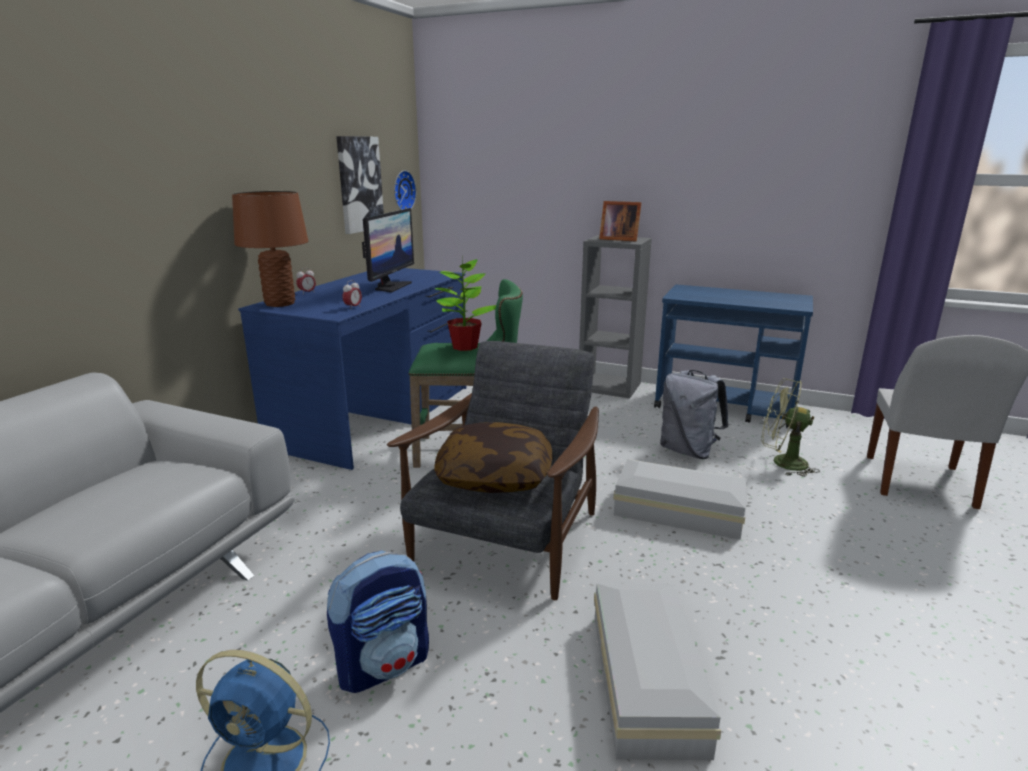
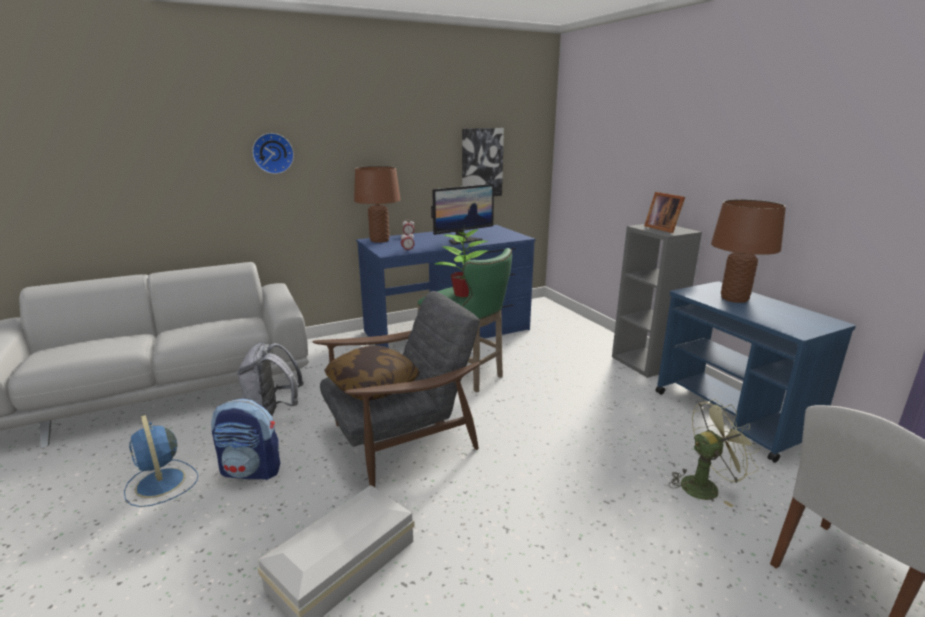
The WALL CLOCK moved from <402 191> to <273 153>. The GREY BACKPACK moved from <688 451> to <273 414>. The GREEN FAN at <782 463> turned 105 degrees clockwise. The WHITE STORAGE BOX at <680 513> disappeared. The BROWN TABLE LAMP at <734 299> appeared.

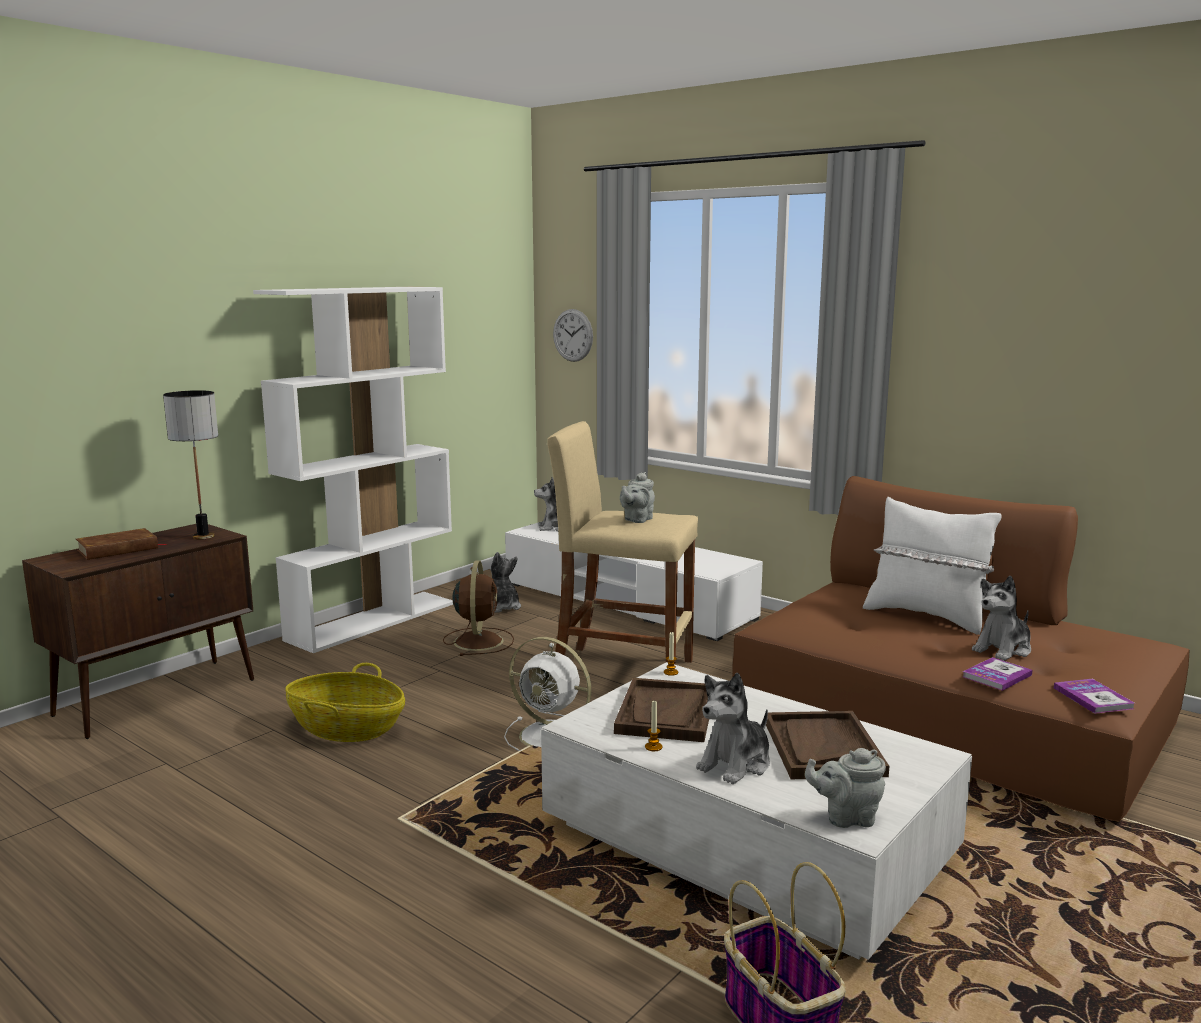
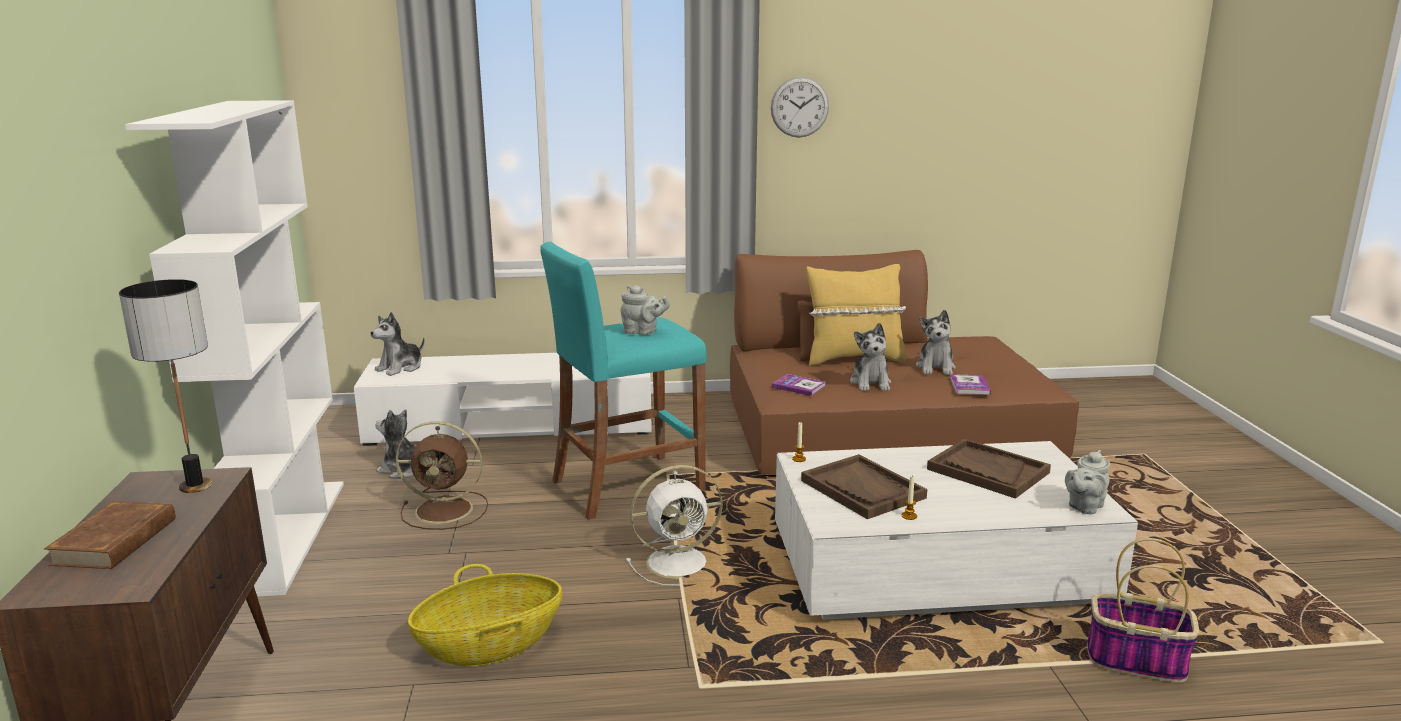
The WALL CLOCK moved from <573 335> to <799 107>. The BEIGE STOOL at <622 671> became the TURQUOISE STOOL at <627 486>. The GREY TEAPOT at <637 520> turned 60 degrees counterclockwise. The WHITE PILLOW at <926 616> became the YELLOW PILLOW at <853 359>. The BROWN FAN at <478 641> turned 135 degrees clockwise. The PLUSH TOY moved from <736 764> to <871 383>. The BOOK moved from <1093 698> to <798 386>.

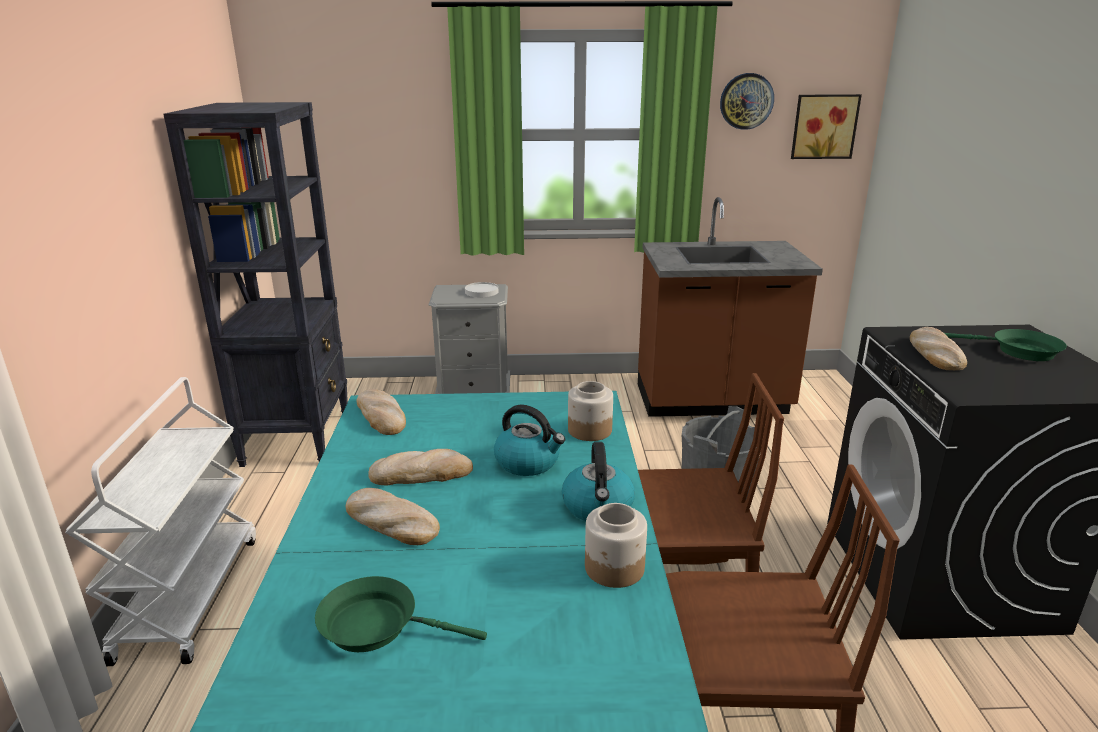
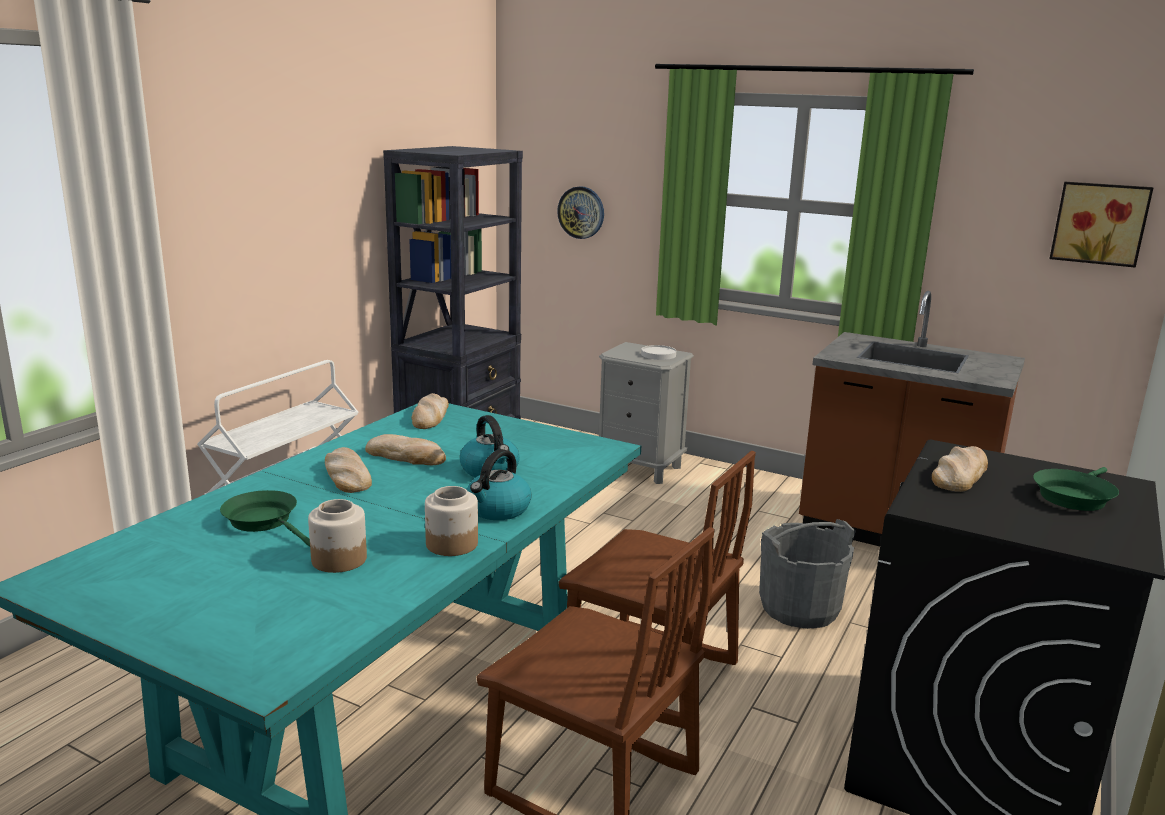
The WALL CLOCK moved from <746 101> to <581 212>. The GREEN FRYING PAN at <1019 351> turned 75 degrees clockwise. The JAR moved from <589 430> to <338 559>.

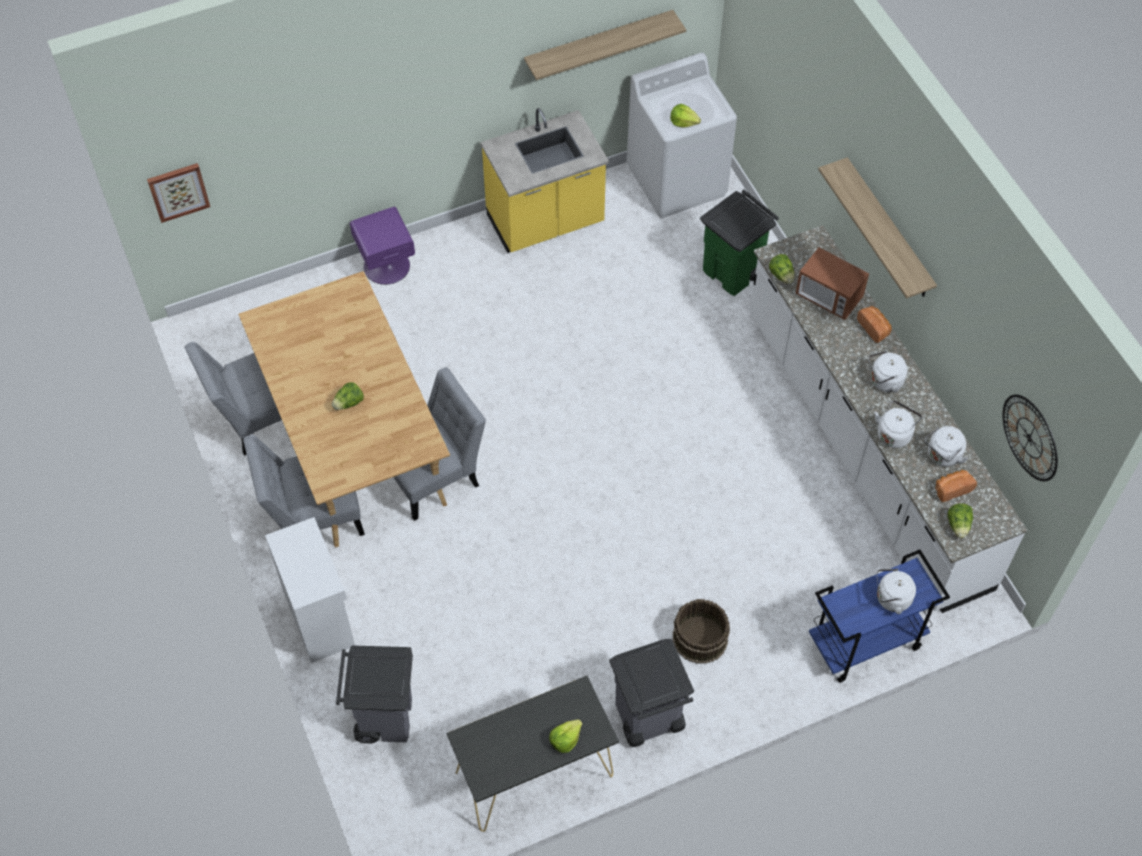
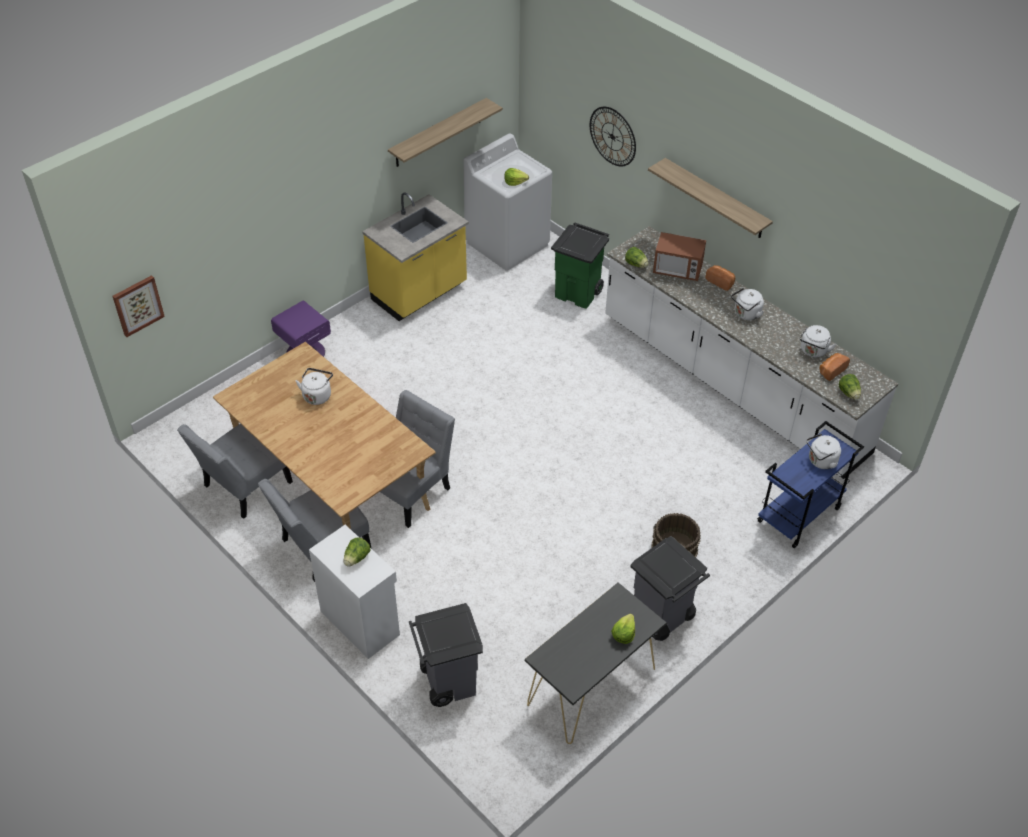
The LETTUCE moved from <349 403> to <356 558>. The WALL CLOCK moved from <1029 437> to <612 136>. The WHITE KETTLE moved from <894 433> to <317 395>.

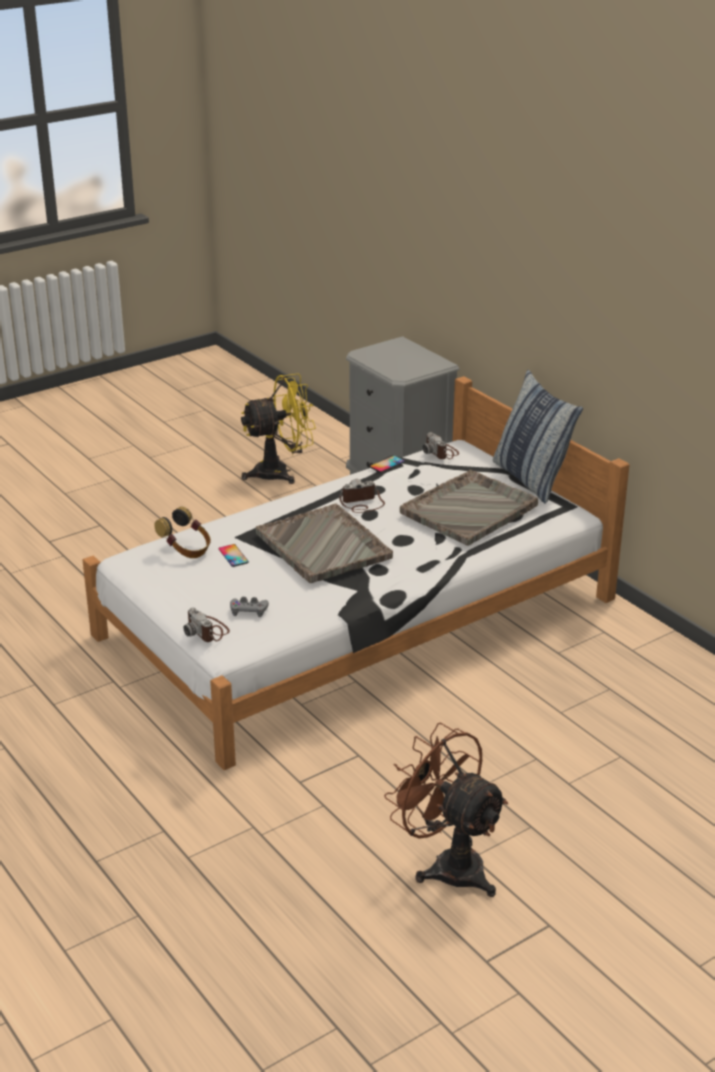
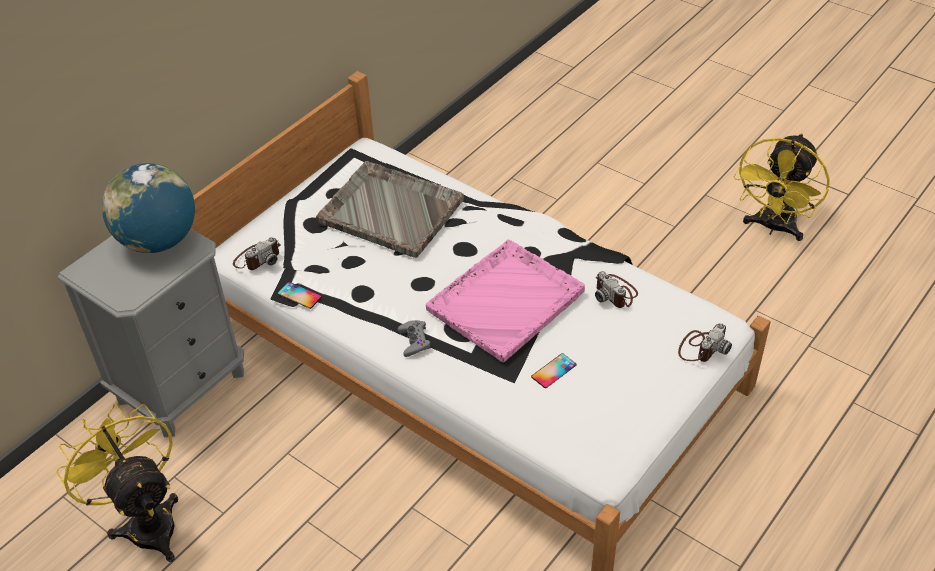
The PILLOW at <531 479> disappeared. The PHOTO CAMERA moved from <362 504> to <615 293>. The GREY TRAY at <323 546> became the PINK TRAY at <507 300>. The HEADPHONES at <186 550> disappeared. The GREY GAME CONTROLLER moved from <249 610> to <414 341>. The BROWN FAN at <448 865> became the YELLOW FAN at <773 227>. The GLOBE at <159 241> appeared.

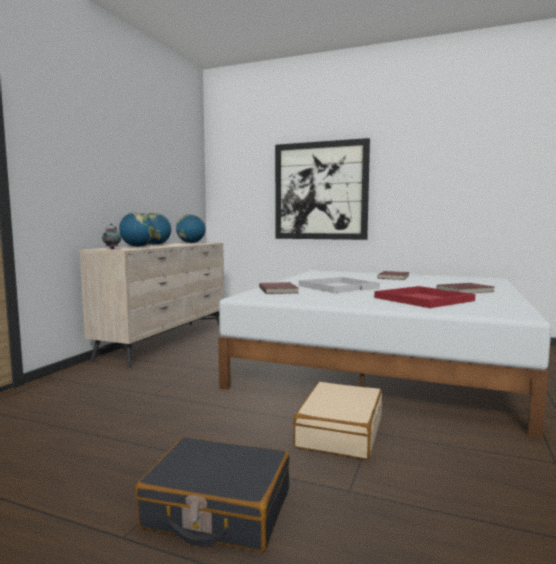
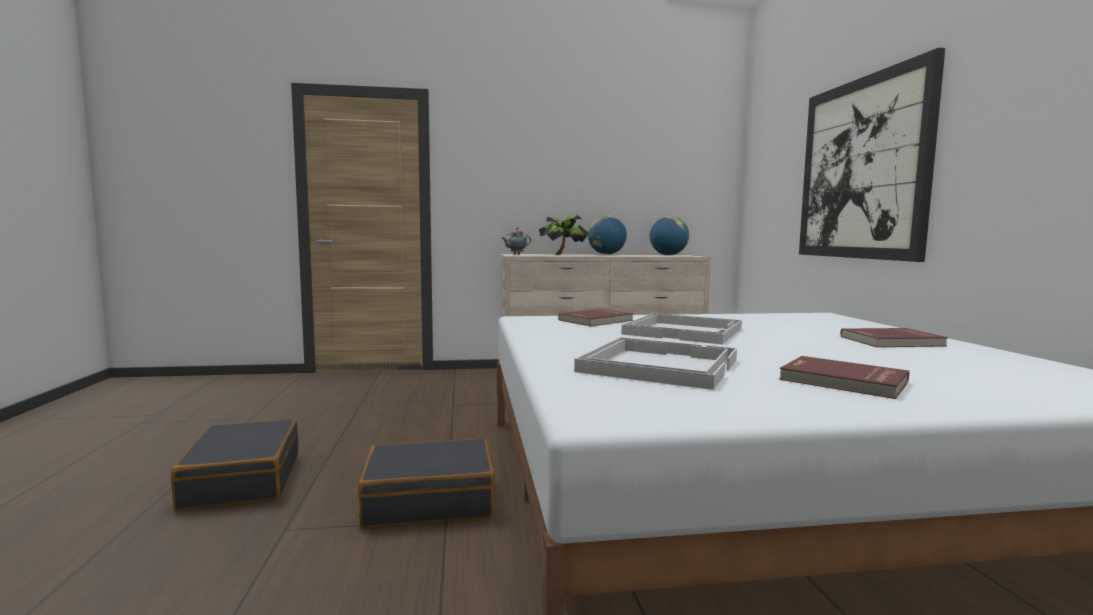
The GLOBE at <138 246> was replaced by the POTTED PLANT at <564 254>. The RED TRAY at <422 299> became the WHITE TRAY at <658 365>. The BEIGE SUITCASE at <339 432> became the BLACK SUITCASE at <429 500>.

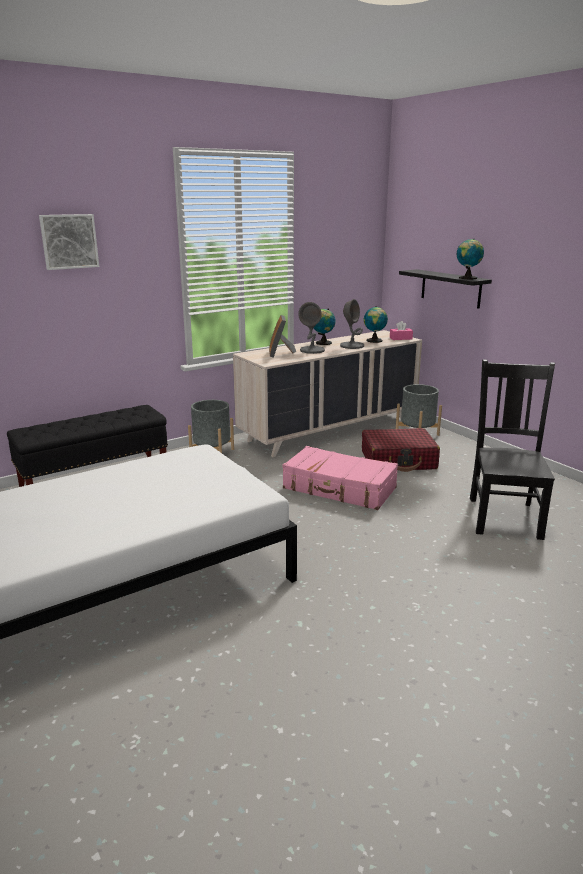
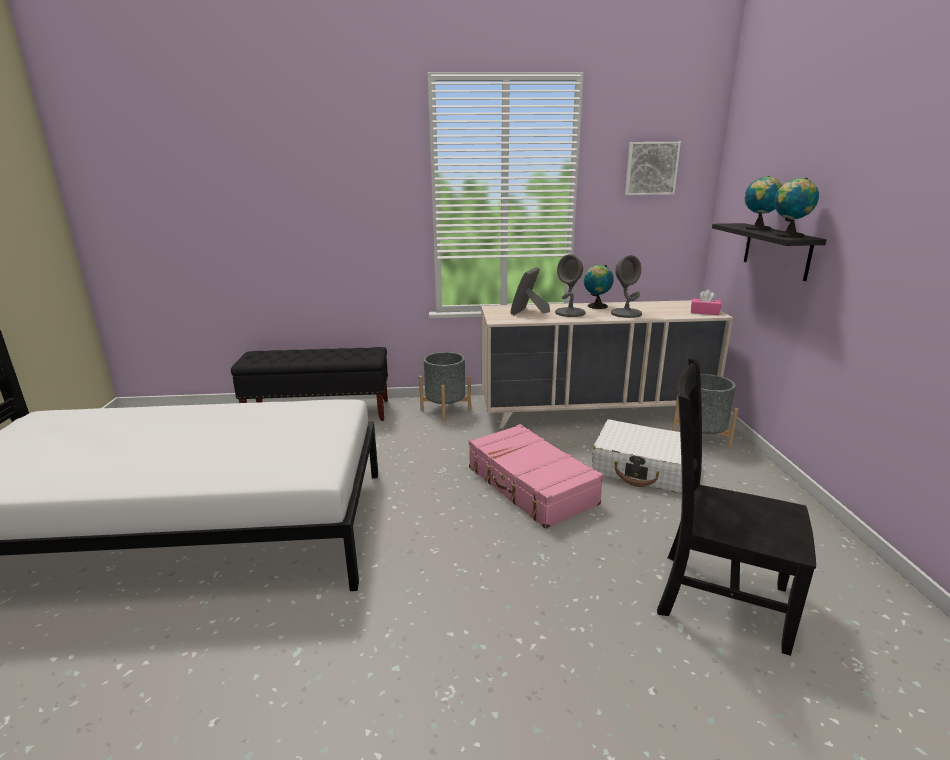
The PICTURE moved from <69 241> to <651 168>. The GLOBE moved from <374 341> to <758 229>. The BLACK CHAIR at <504 516> turned 105 degrees counterclockwise. The RED SUITCASE at <398 460> became the WHITE SUITCASE at <641 468>.

